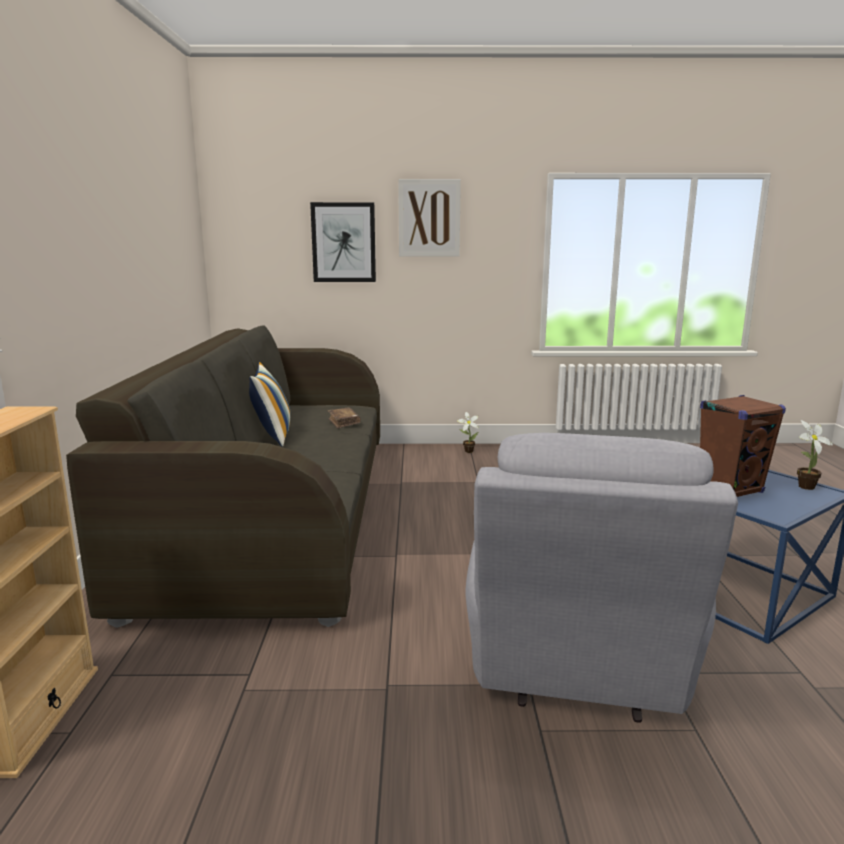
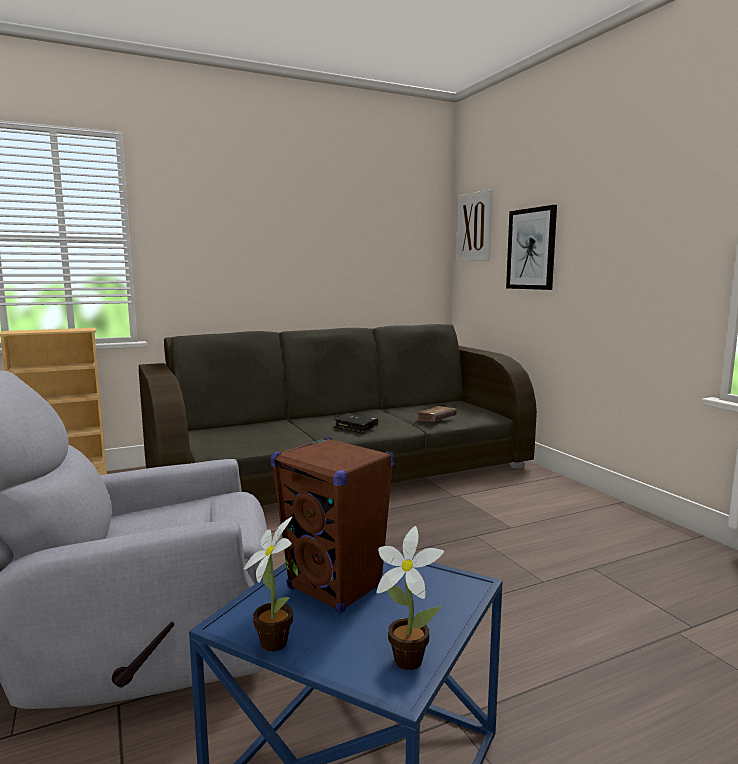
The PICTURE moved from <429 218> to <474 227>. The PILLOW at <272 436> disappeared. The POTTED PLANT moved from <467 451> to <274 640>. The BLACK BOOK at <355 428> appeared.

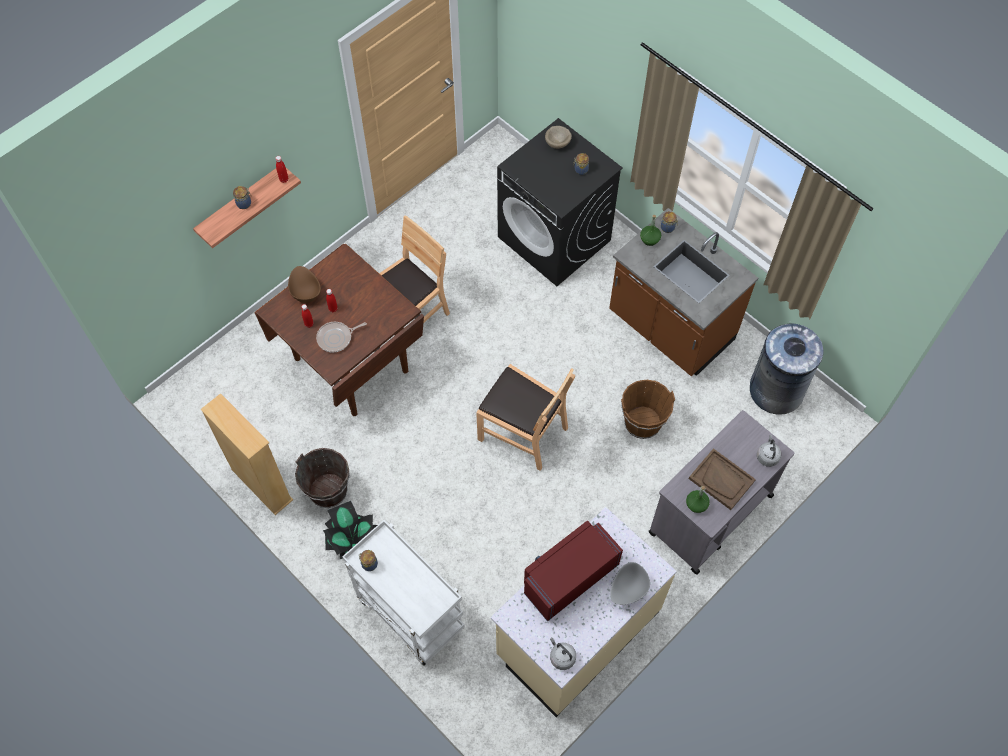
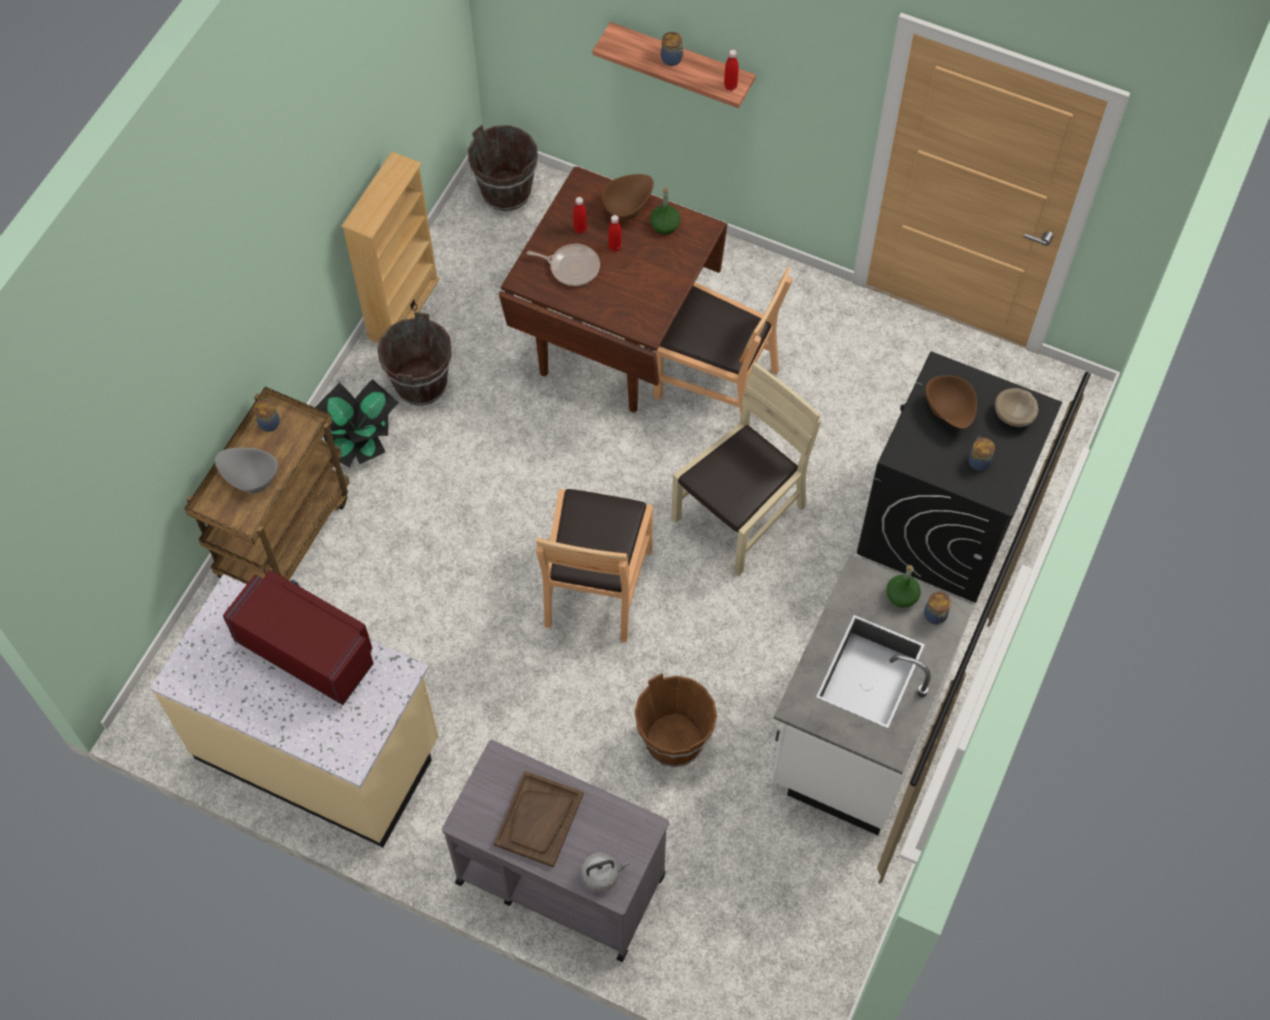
The BROWN COUNTER at <670 328> became the WHITE COUNTER at <854 733>. The GREY TRASH CAN at <775 390> disappeared. The FRYING PAN at <336 338> turned 150 degrees clockwise. The GREEN BOTTLE moved from <696 504> to <664 225>. The WHITE CART at <408 612> became the BROWN CART at <284 535>. The GREY BOWL moved from <628 590> to <250 479>. The GREY KETTLE at <561 657> disappeared. The BROWN BUCKET at <506 192> appeared. The BEIGE CHAIR at <740 515> appeared. The BROWN BOWL at <949 413> appeared.

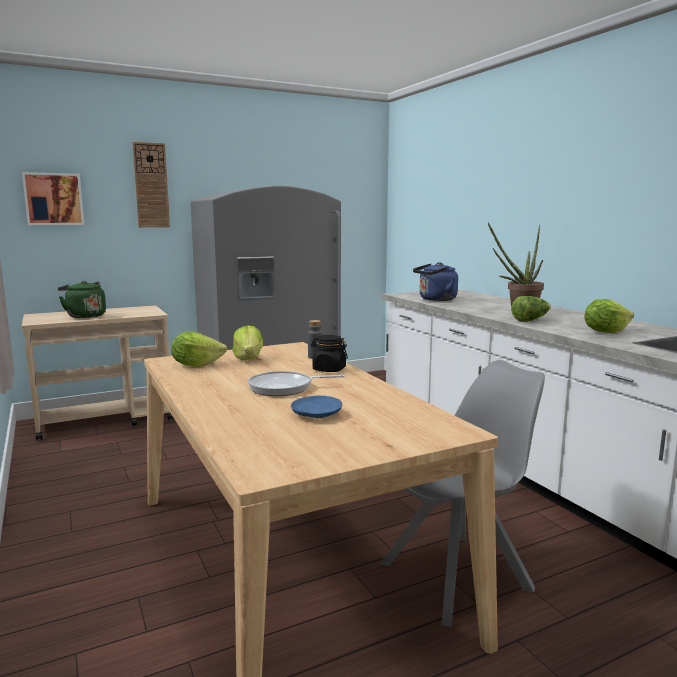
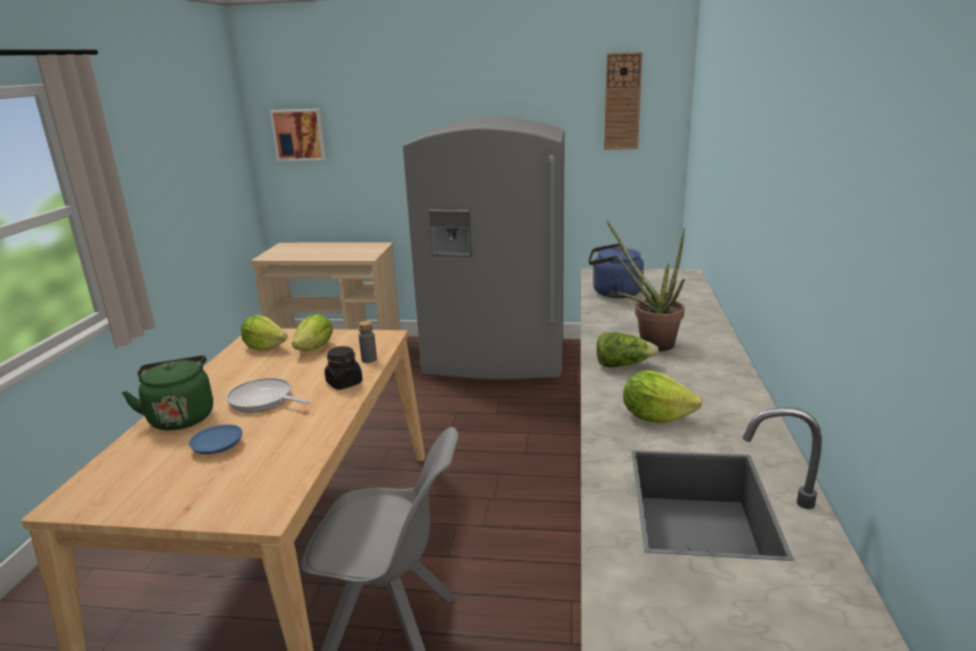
The WALL CLOCK moved from <151 185> to <622 102>. The GREEN KETTLE moved from <84 316> to <181 416>.

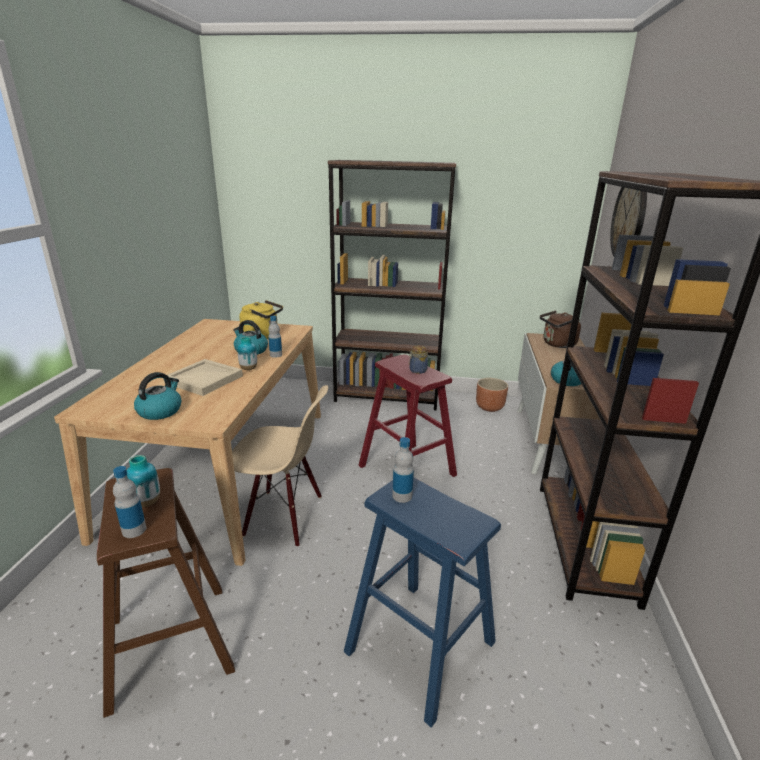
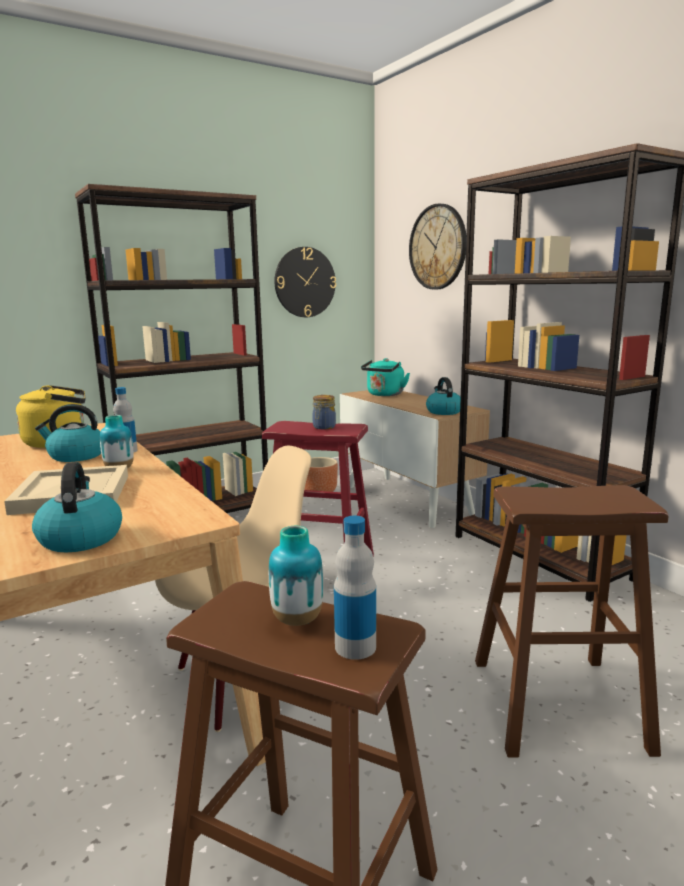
The BROWN KETTLE at <557 344> became the TURQUOISE KETTLE at <384 395>. The BOTTLE at <402 496> disappeared. The BLUE STOOL at <420 646> became the BROWN STOOL at <556 703>. The WALL CLOCK at <305 282> appeared.

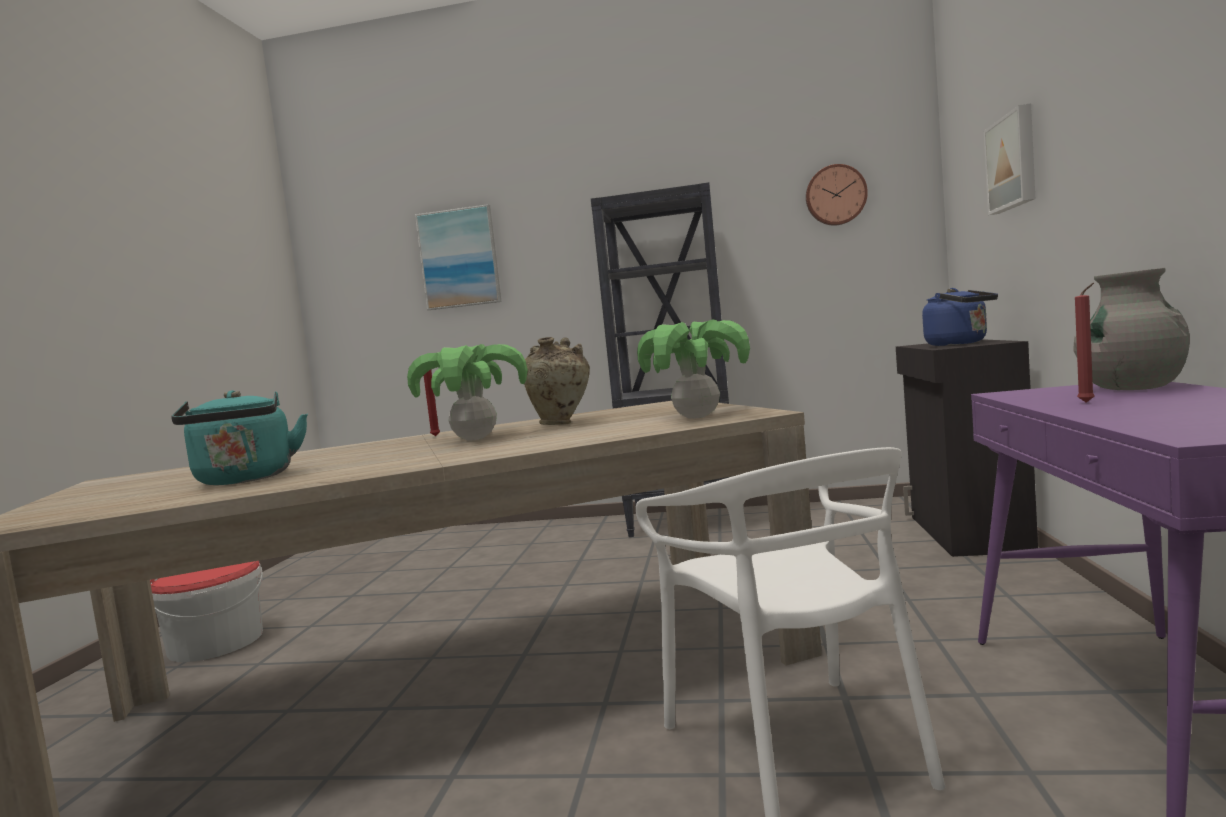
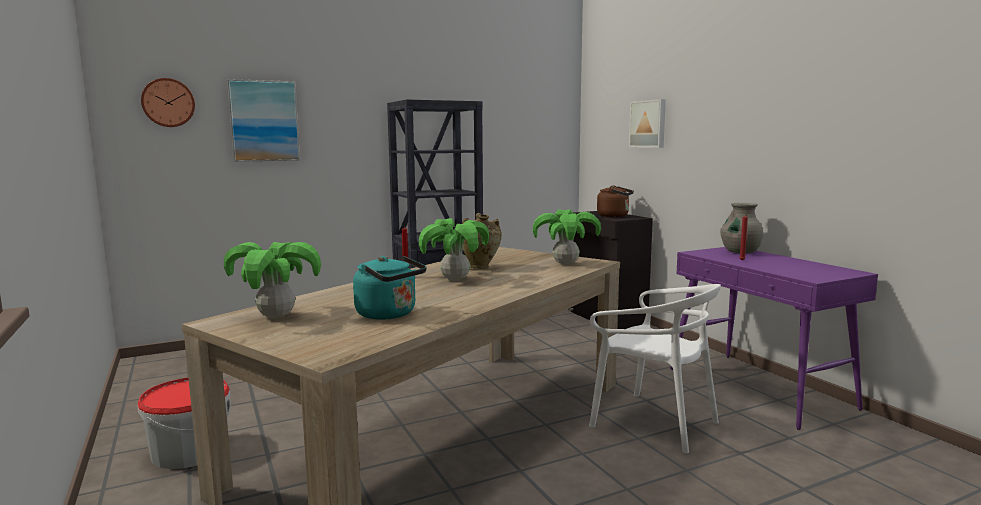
The WALL CLOCK moved from <835 195> to <168 103>. The BLUE KETTLE at <960 344> became the BROWN KETTLE at <615 216>. The POTTED PLANT at <277 316> appeared.

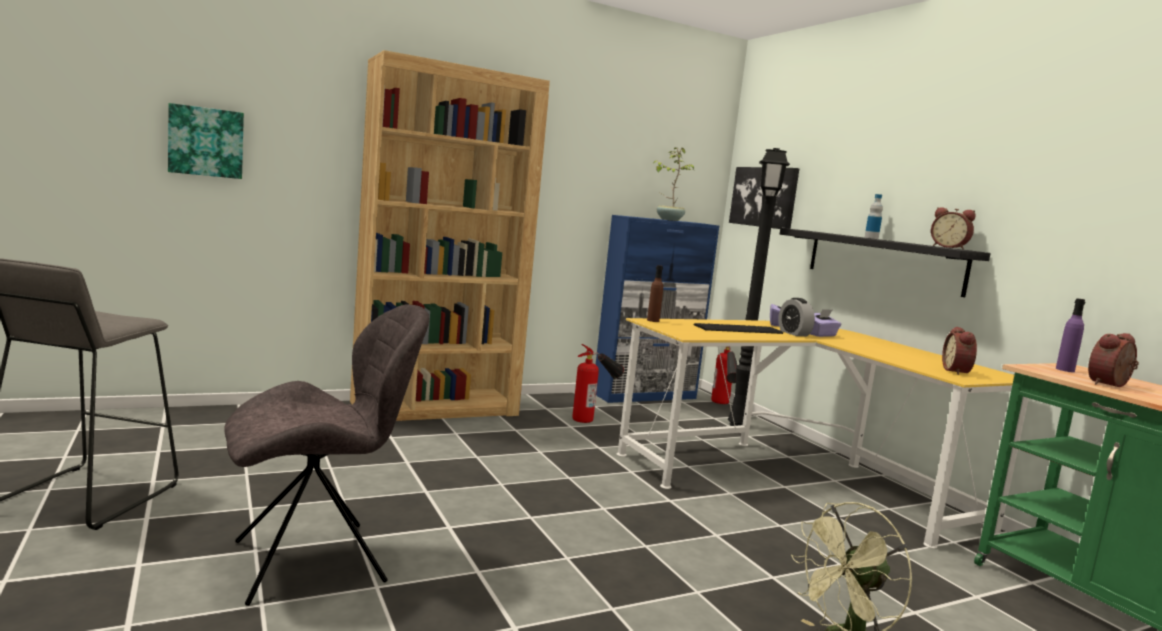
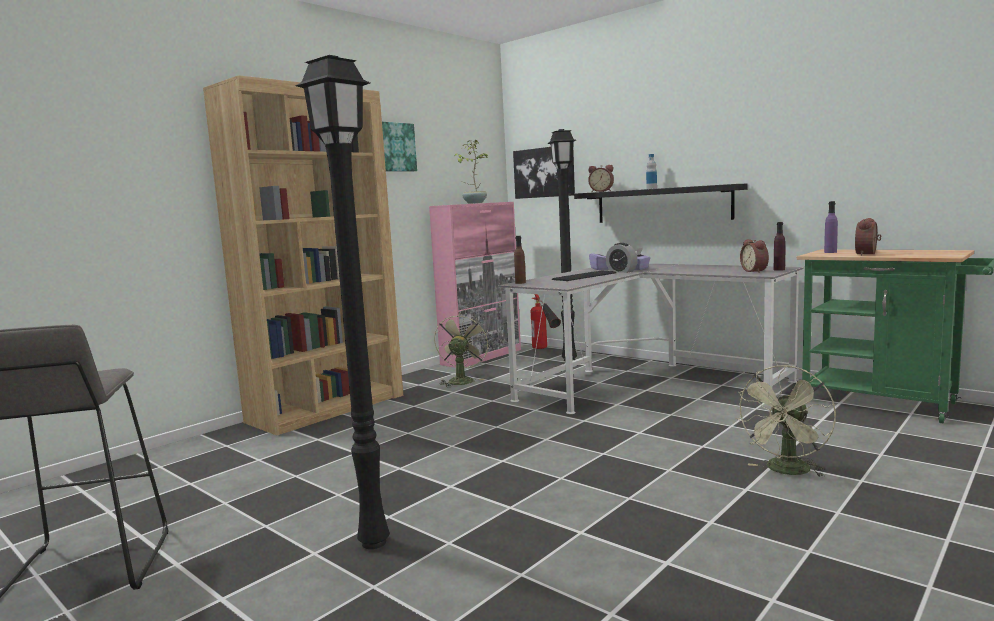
The PICTURE moved from <206 142> to <394 147>. The ALARM CLOCK moved from <949 247> to <601 191>. The BLUE CABINET at <645 396> became the PINK CABINET at <482 357>. The GREY CHAIR at <316 561> was replaced by the BLACK FLOOR LAMP at <377 542>. The YELLOW DESK at <794 477> became the GREY DESK at <645 382>. The FIRE EXTINGUISHER at <594 416> was replaced by the GREEN FAN at <461 380>. The PURPLE BOTTLE at <779 269> appeared.

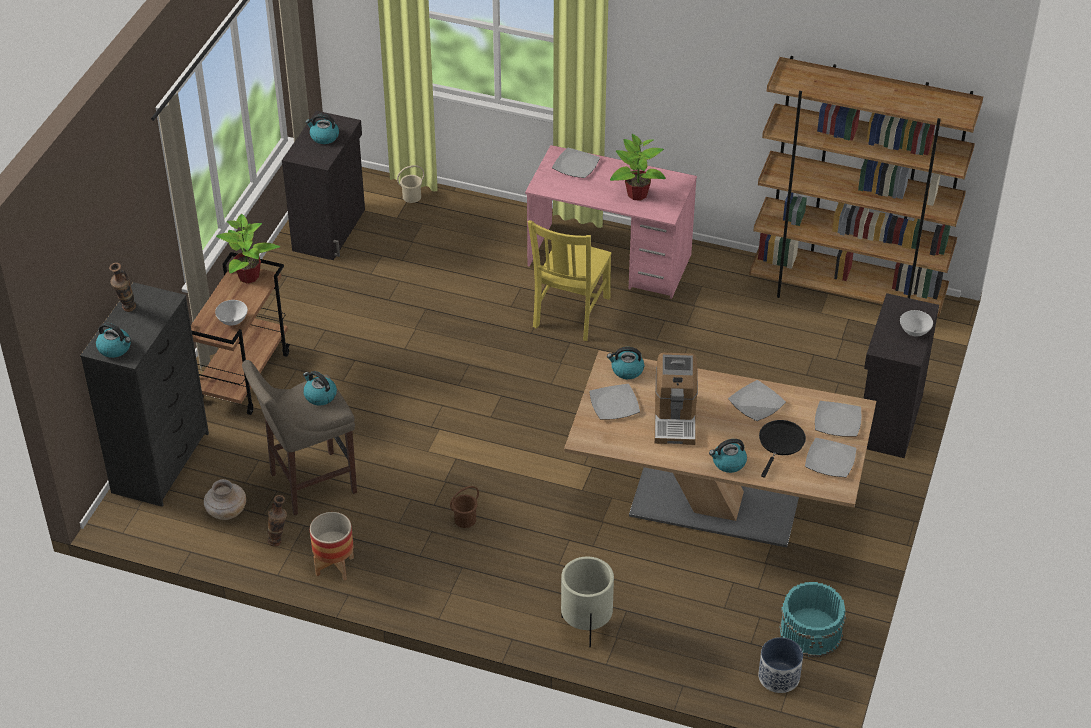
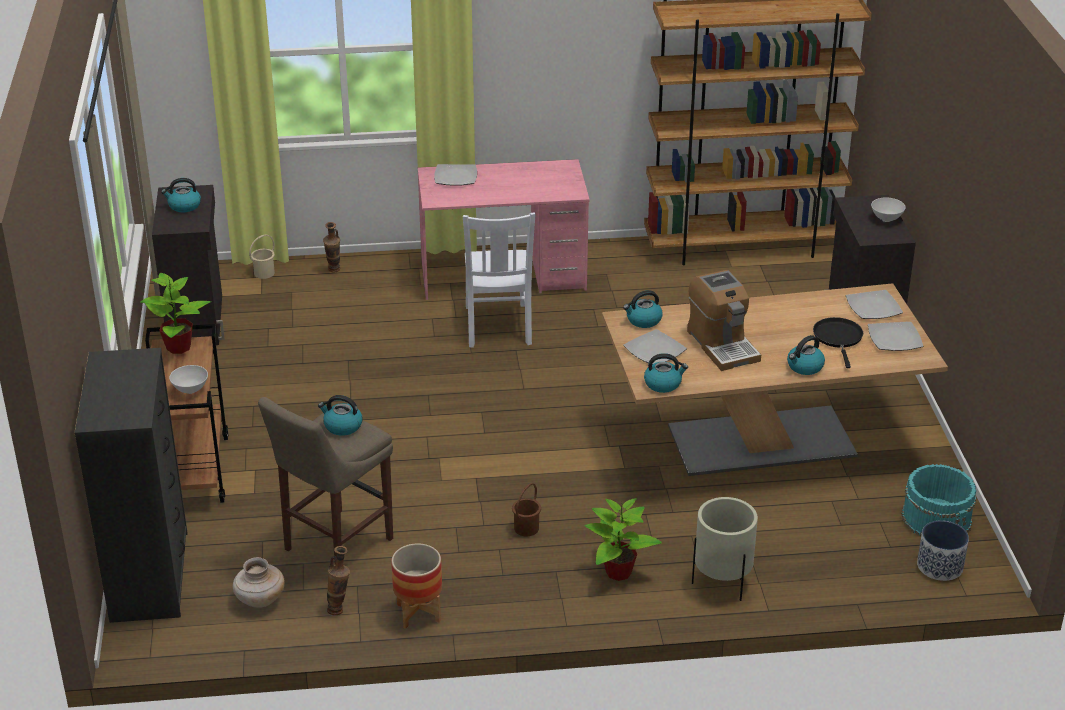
The POTTED PLANT moved from <636 194> to <617 572>. The YELLOW CHAIR at <570 314> became the WHITE CHAIR at <498 327>. The VASE moved from <127 310> to <334 271>. The KETTLE moved from <115 348> to <663 384>. The PLATE at <756 403> disappeared.

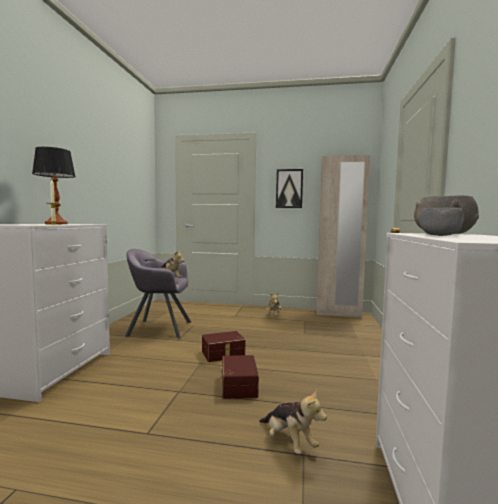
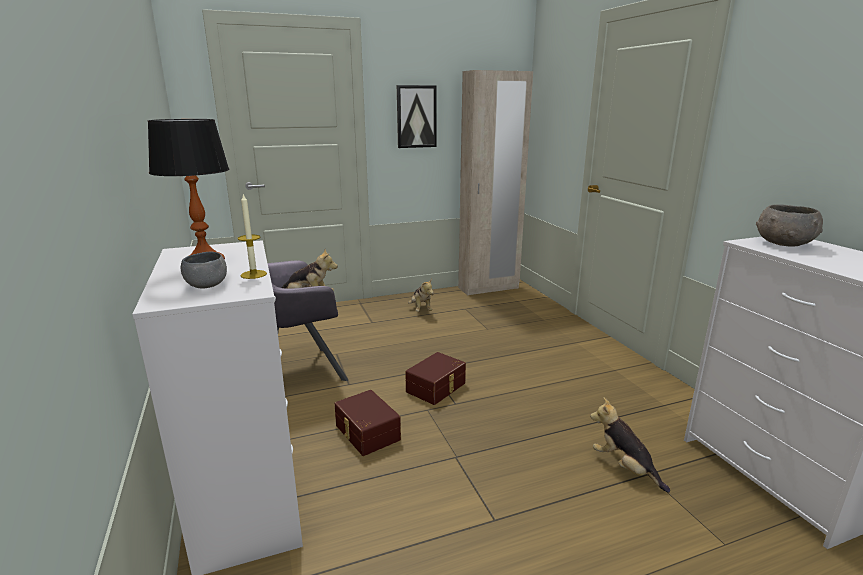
The GREY BOWL moved from <439 235> to <206 285>. The BROWN STORAGE BOX moved from <237 385> to <366 433>. The PLUSH TOY at <289 442> turned 150 degrees counterclockwise.

